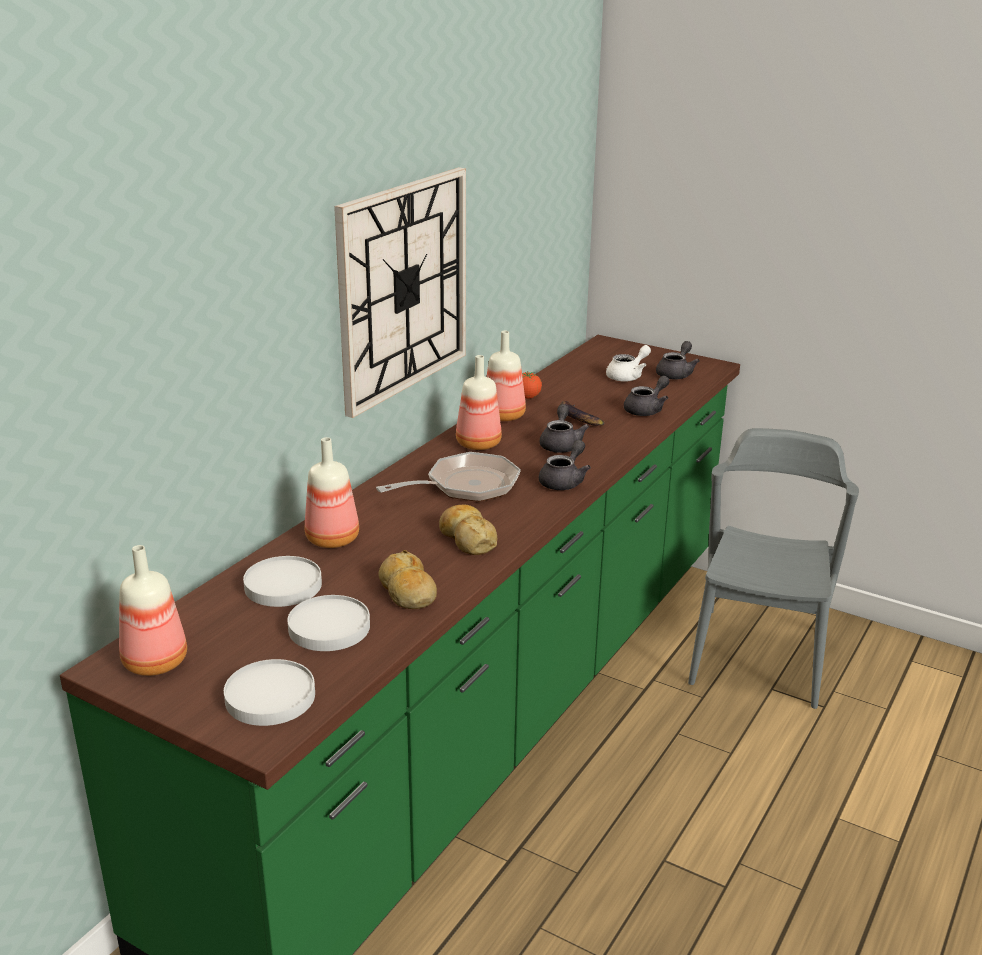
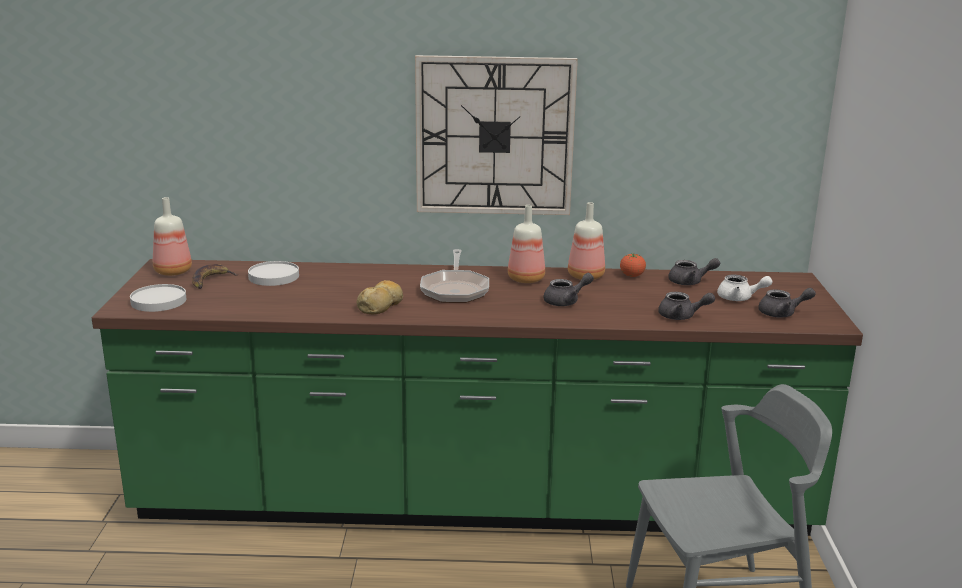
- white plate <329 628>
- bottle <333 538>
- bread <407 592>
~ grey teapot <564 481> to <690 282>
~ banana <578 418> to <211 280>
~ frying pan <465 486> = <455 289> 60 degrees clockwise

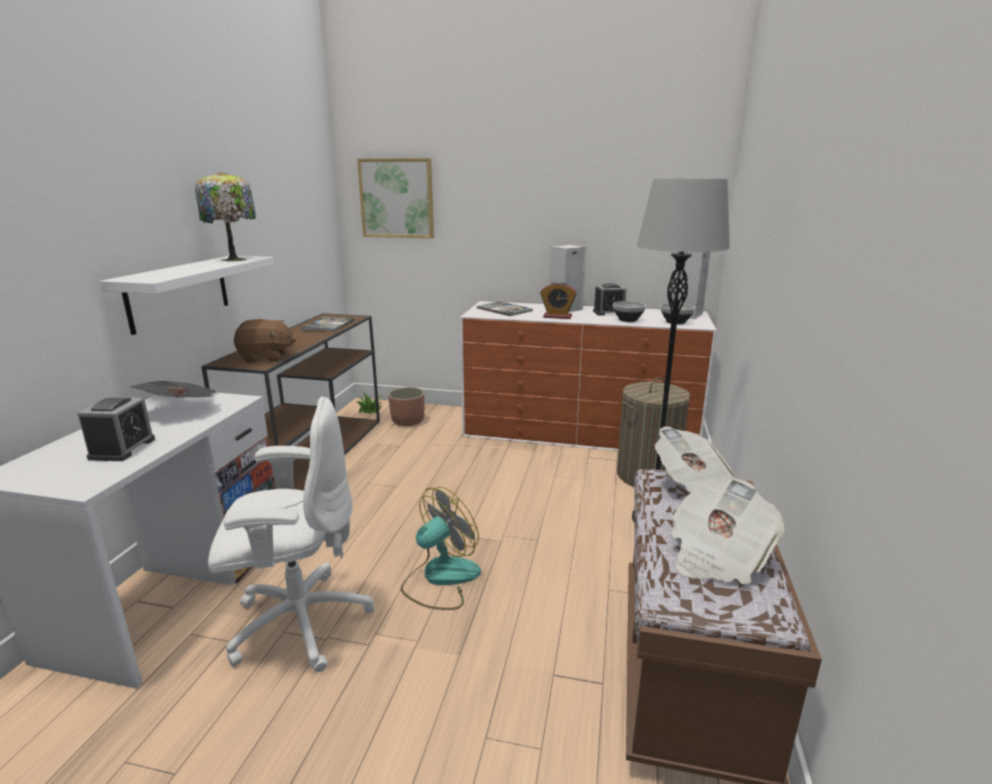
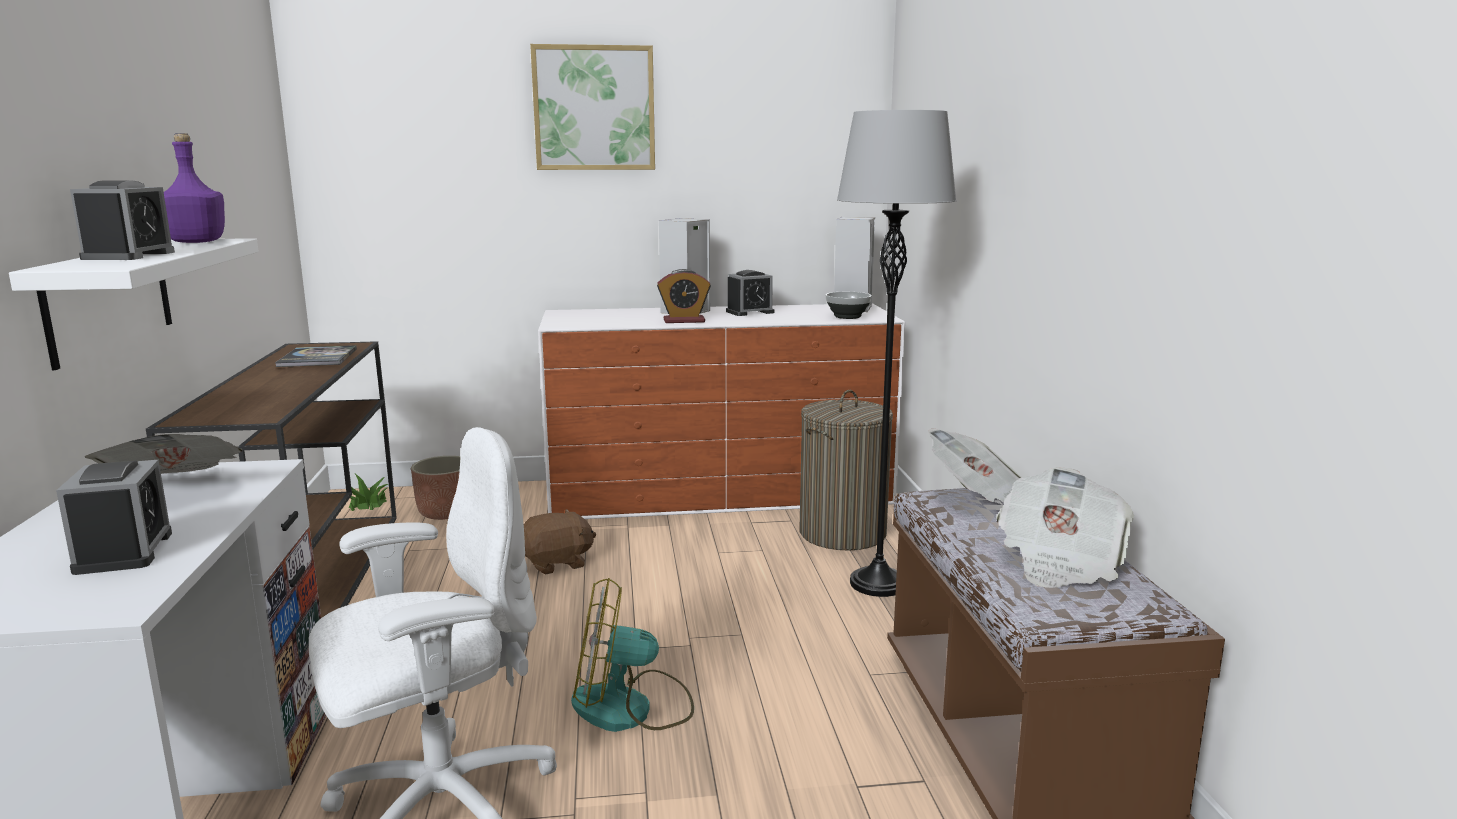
- book <504 310>
- bowl <627 320>
+ alarm clock <129 255>
~ brown plush toy <266 357> to <557 563>
~ picture <397 198> to <594 108>
~ table lamp <235 259> to purple bottle <197 242>
~ fan <440 578> = <631 708> 120 degrees counterclockwise

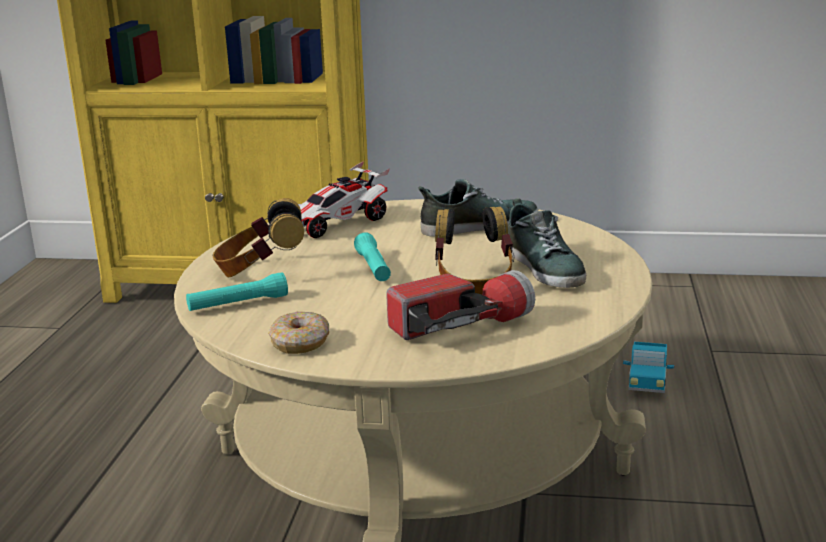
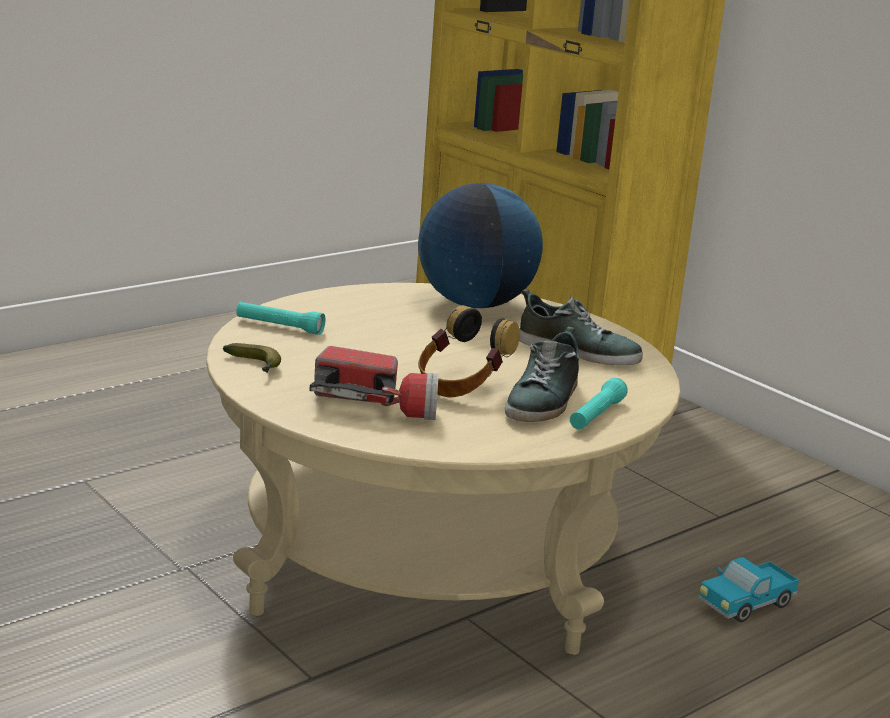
- headphones <260 271>
~ turquoise flashlight <373 268> to <596 415>
~ donut <300 343> to banana <256 366>
~ toy car <336 224> to globe <475 304>

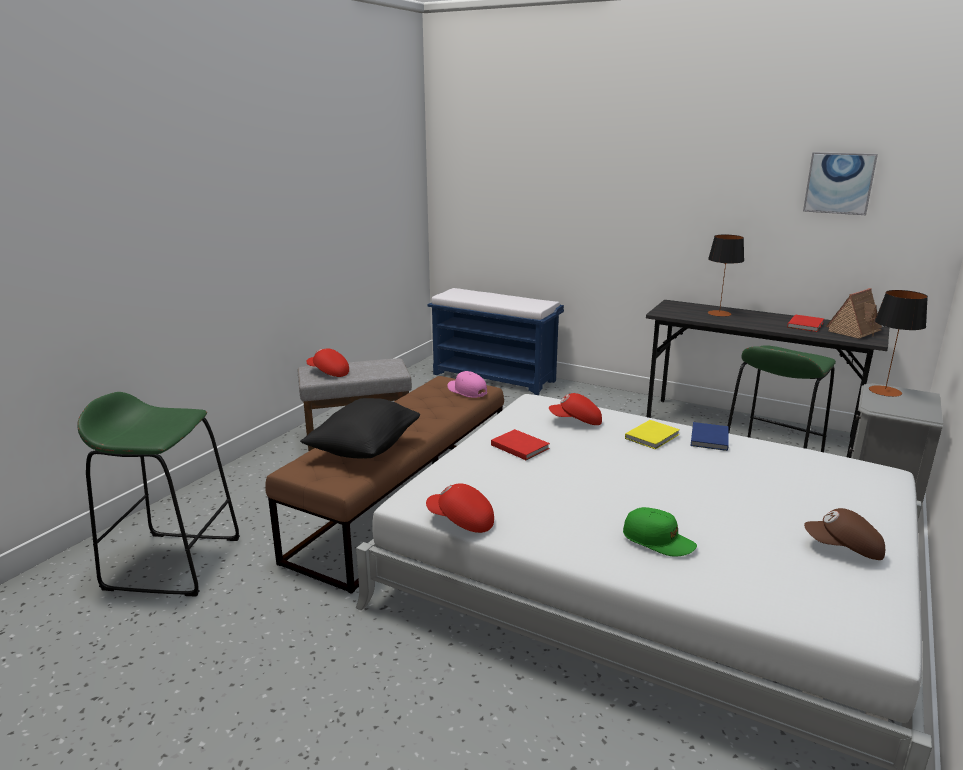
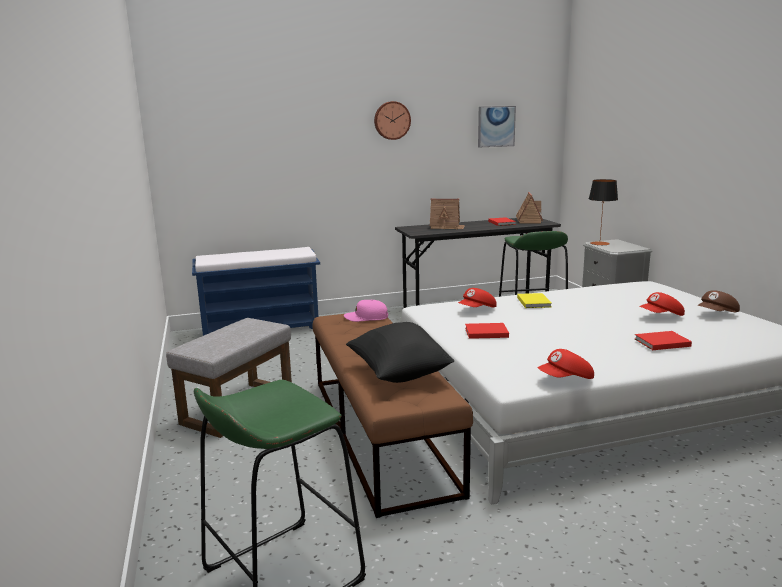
- blue book <708 439>
+ wall clock <392 120>
~ red cap <328 372> to <661 316>
~ green cap <658 540> to red book <660 342>
~ table lamp <719 313> to toy house <447 227>

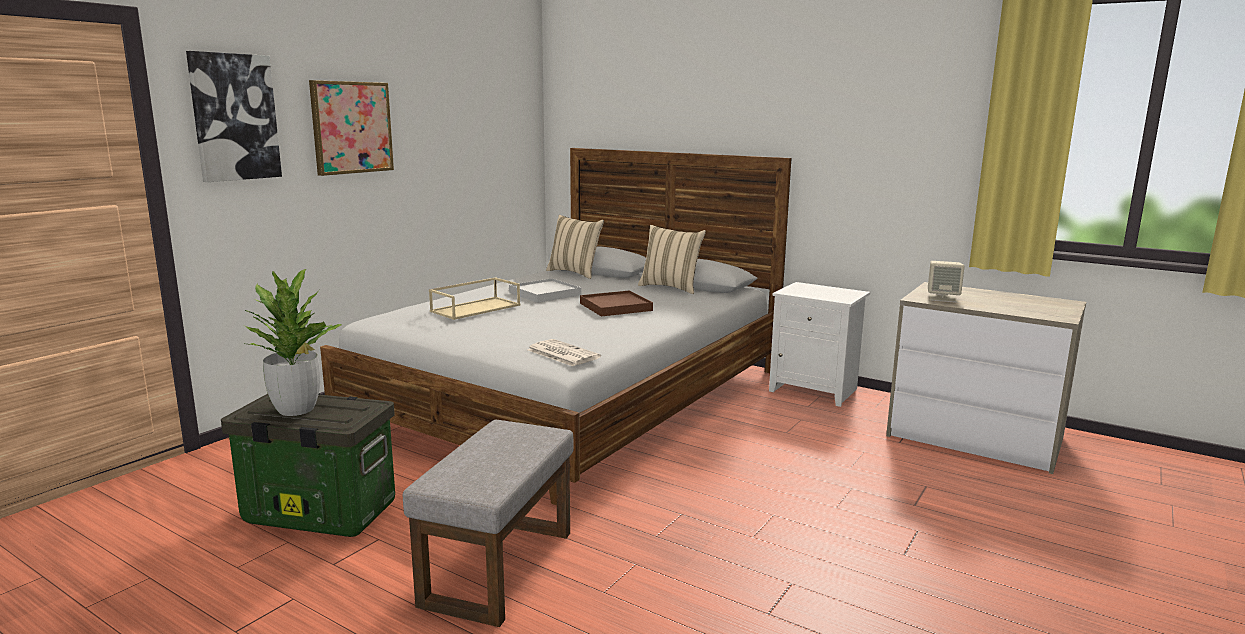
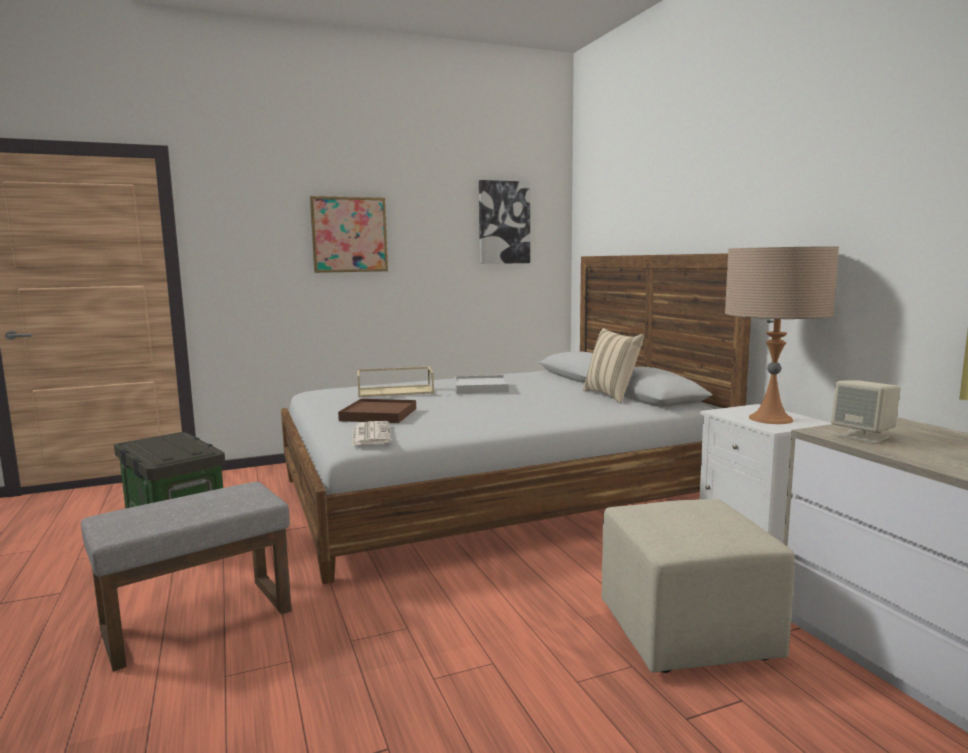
- potted plant <296 409>
- beige pillow <575 273>
+ beige ottoman <688 634>
+ beige table lamp <770 419>
~ picture <234 117> to <504 222>
~ brown tray <615 307> to <378 415>

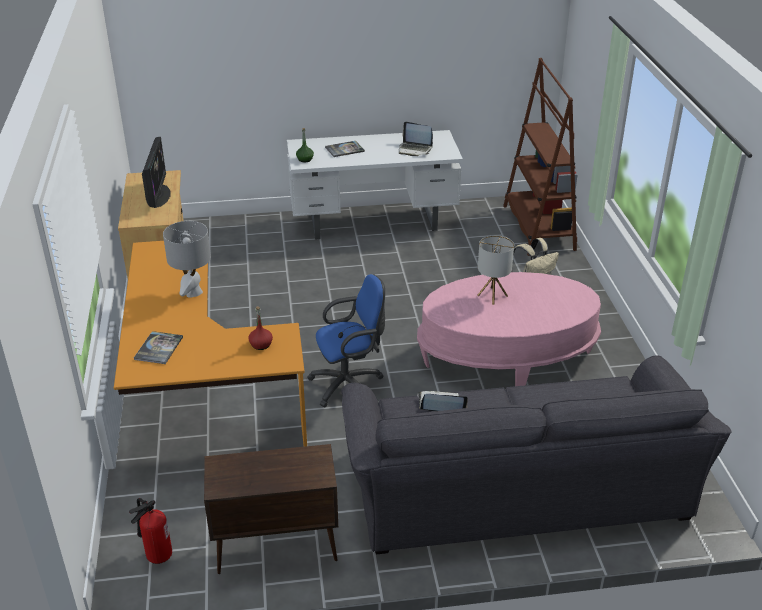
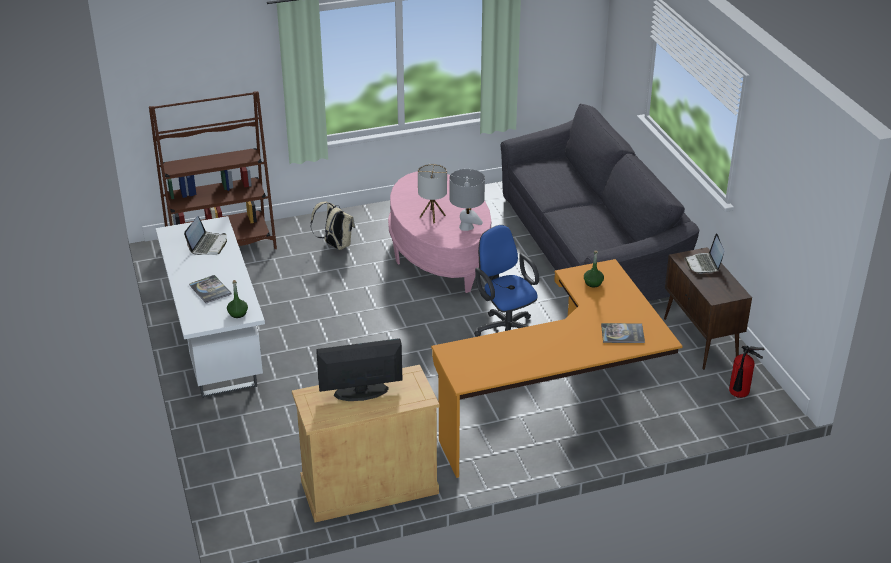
~ grey table lamp <193 292> to <466 227>
~ laptop <441 406> to <703 264>
~ red bottle <261 344> to green bottle <593 283>

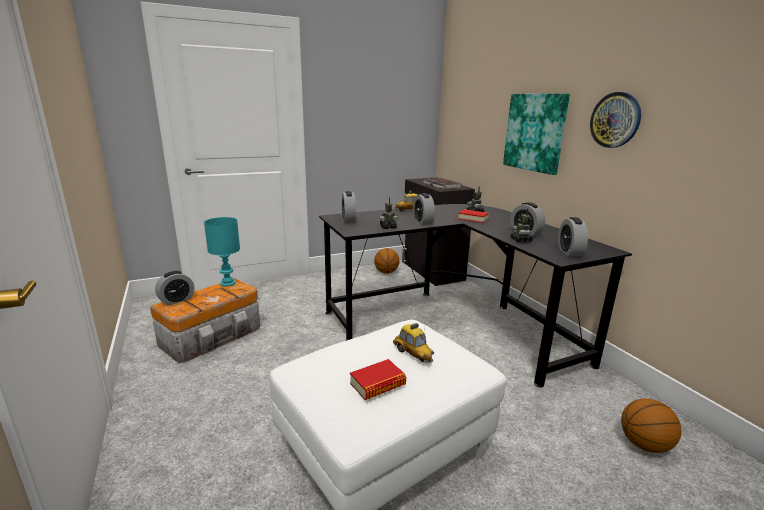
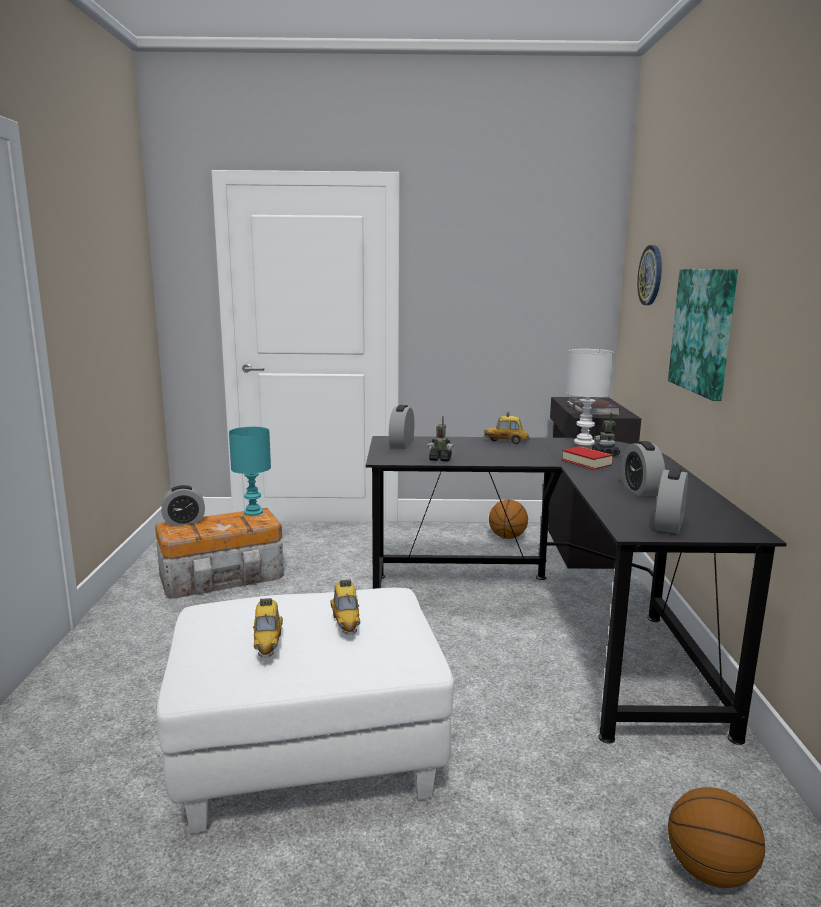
- alarm clock <423 222>
- toy robot <521 240>
+ white table lamp <583 442>
~ wall clock <615 120> to <651 275>
~ book <377 384> to toy car <268 644>

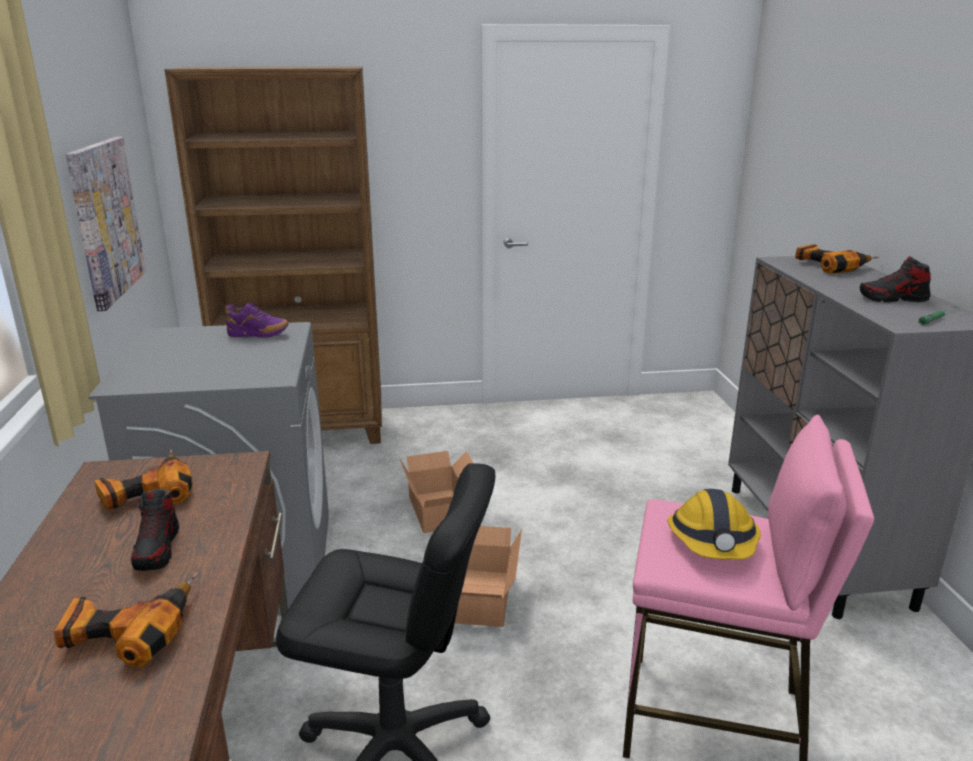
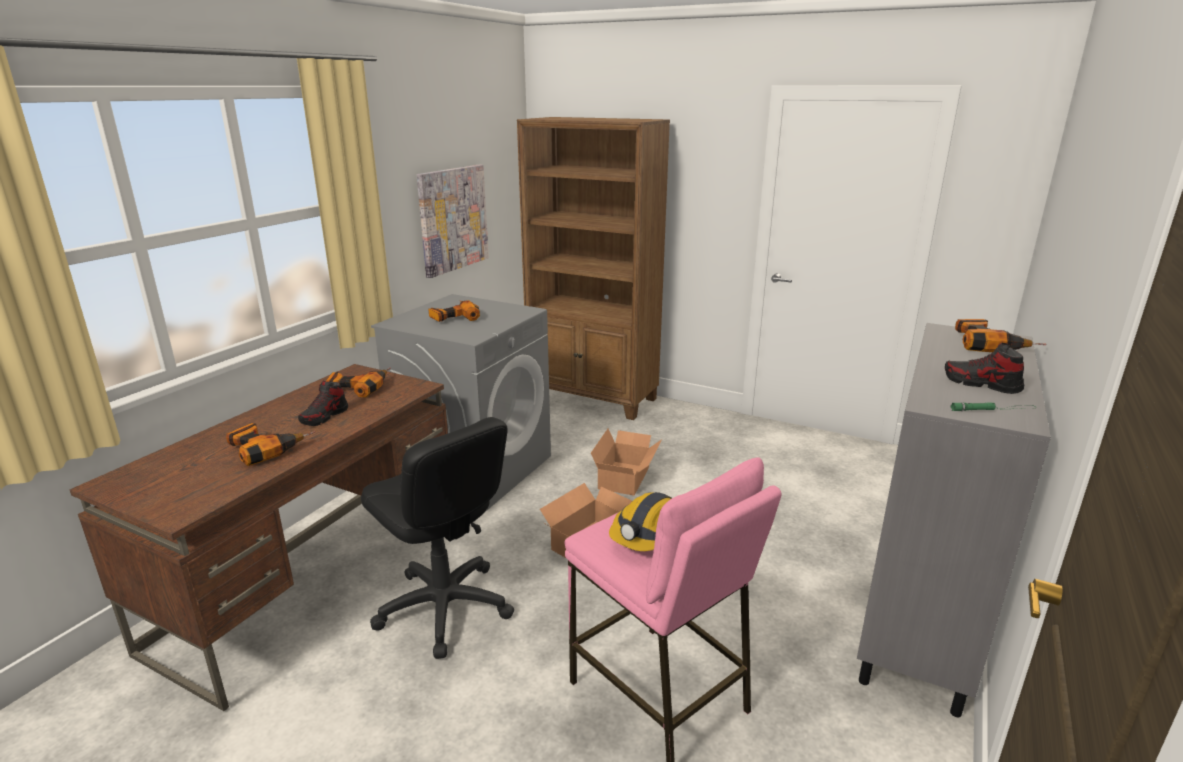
- purple shoe <258 335>
+ power drill <453 317>

